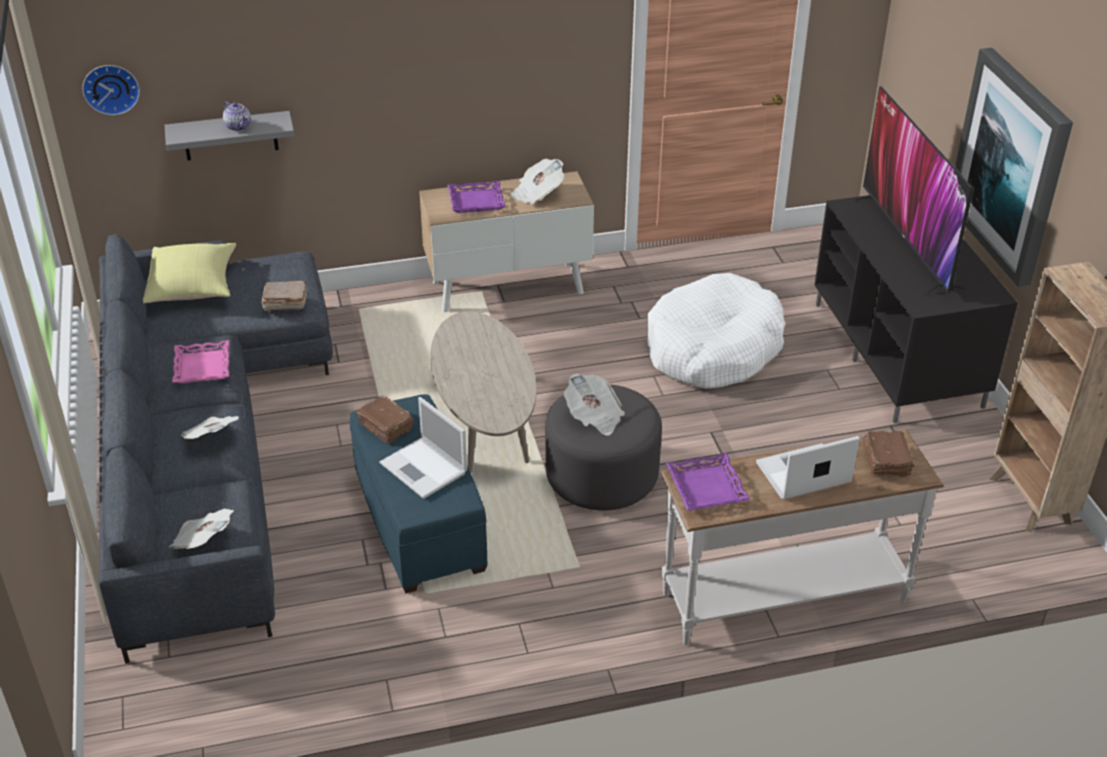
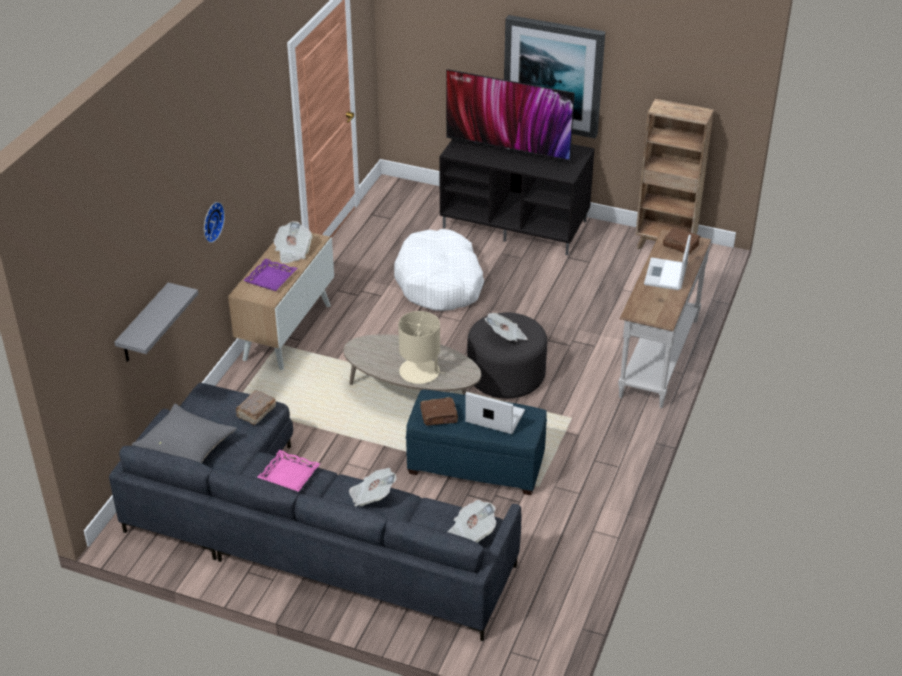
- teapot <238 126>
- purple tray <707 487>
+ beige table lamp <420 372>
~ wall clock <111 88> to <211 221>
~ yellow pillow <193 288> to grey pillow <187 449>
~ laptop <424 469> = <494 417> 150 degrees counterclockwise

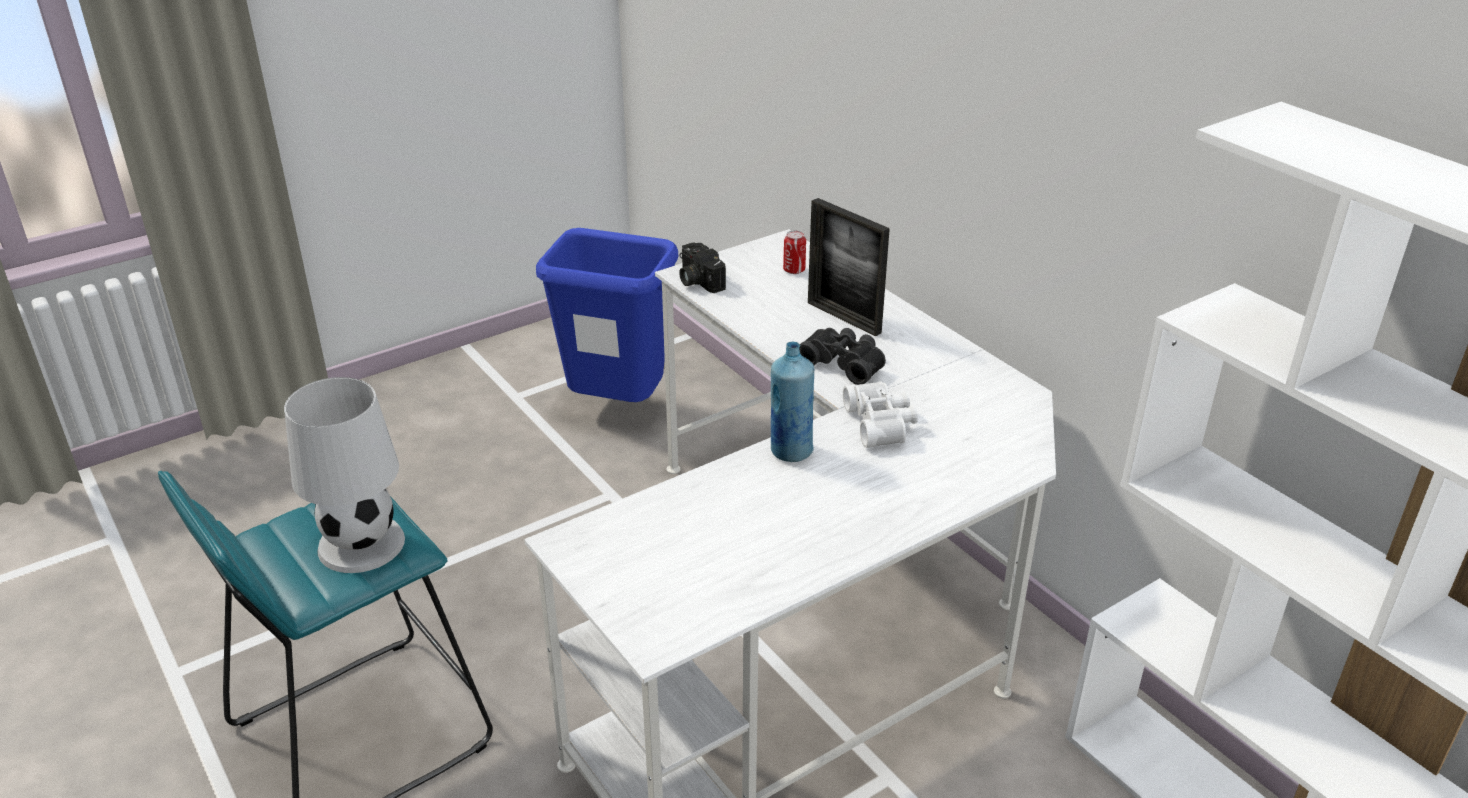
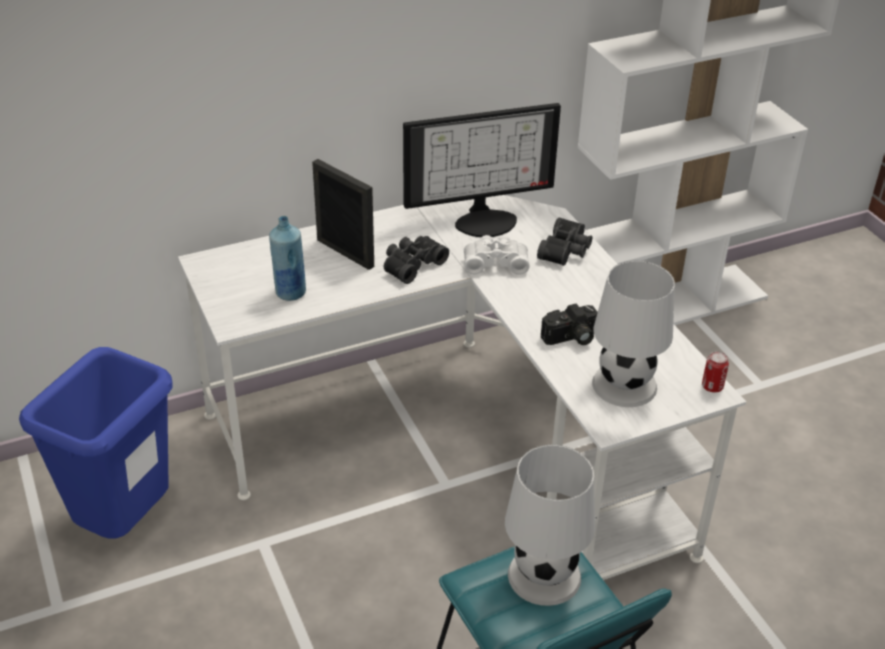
+ monitor <485 219>
+ black binoculars <566 250>
+ white table lamp <625 385>
~ photo camera <697 280> to <571 338>
~ blue bottle <791 451> to <290 293>
~ can <794 270> to <712 387>
~ picture frame <843 317> = <345 253> 105 degrees counterclockwise

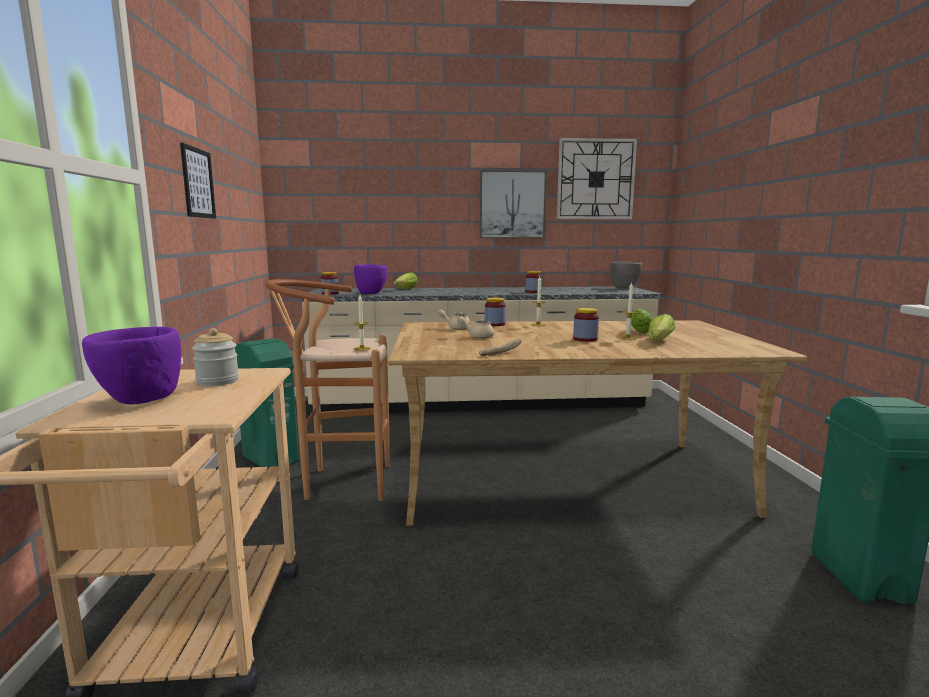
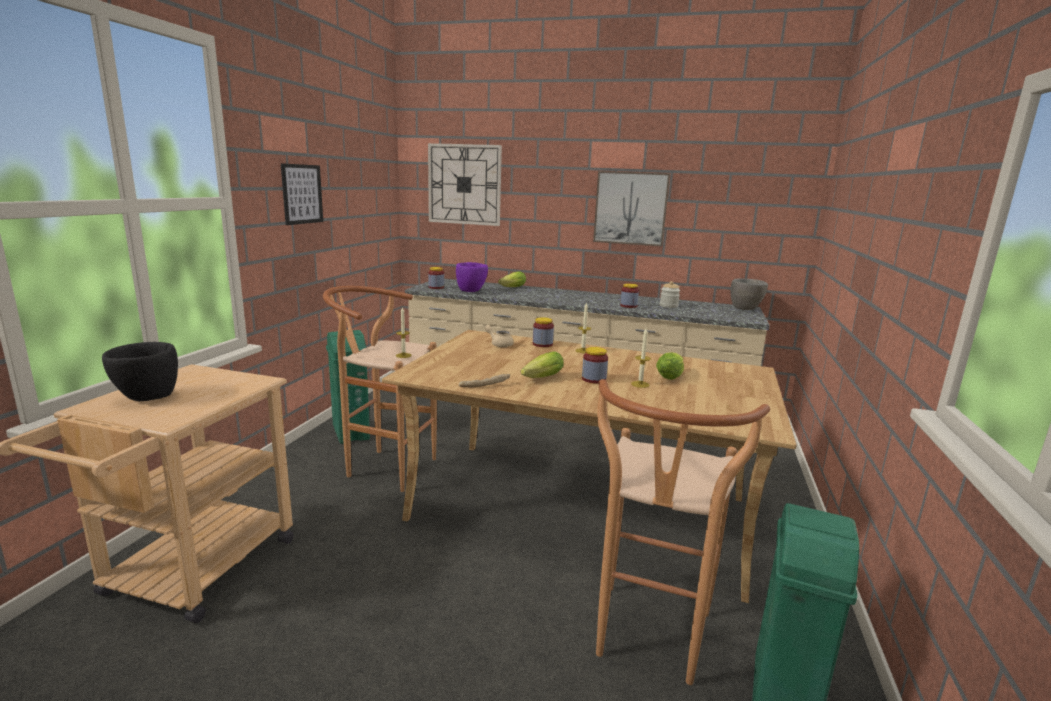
- beige teapot <477 336>
+ brown stool <648 641>
~ jar <217 381> to <668 306>
~ wall clock <595 179> to <464 184>
~ lettuce <658 341> to <540 378>
~ purple bowl <140 401> to black bowl <147 398>

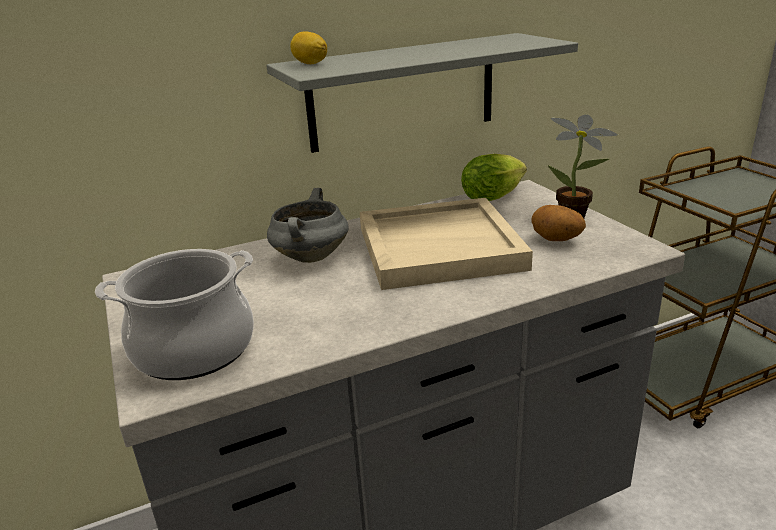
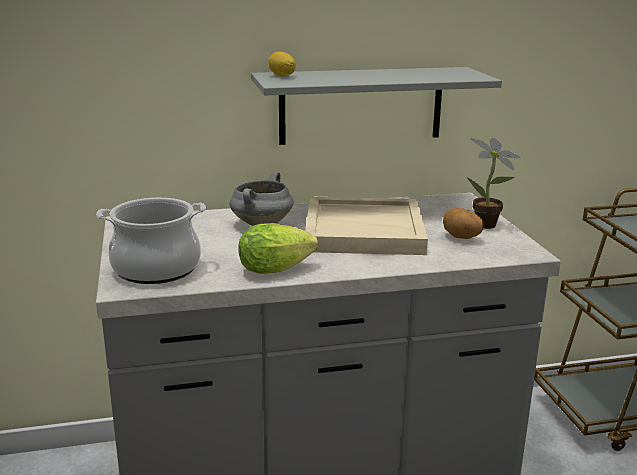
~ lettuce <495 196> to <279 269>

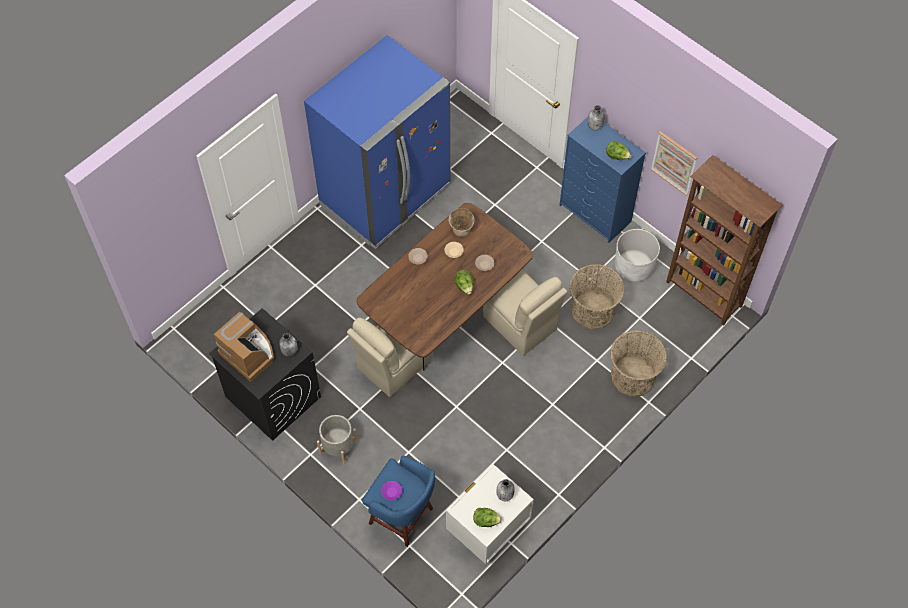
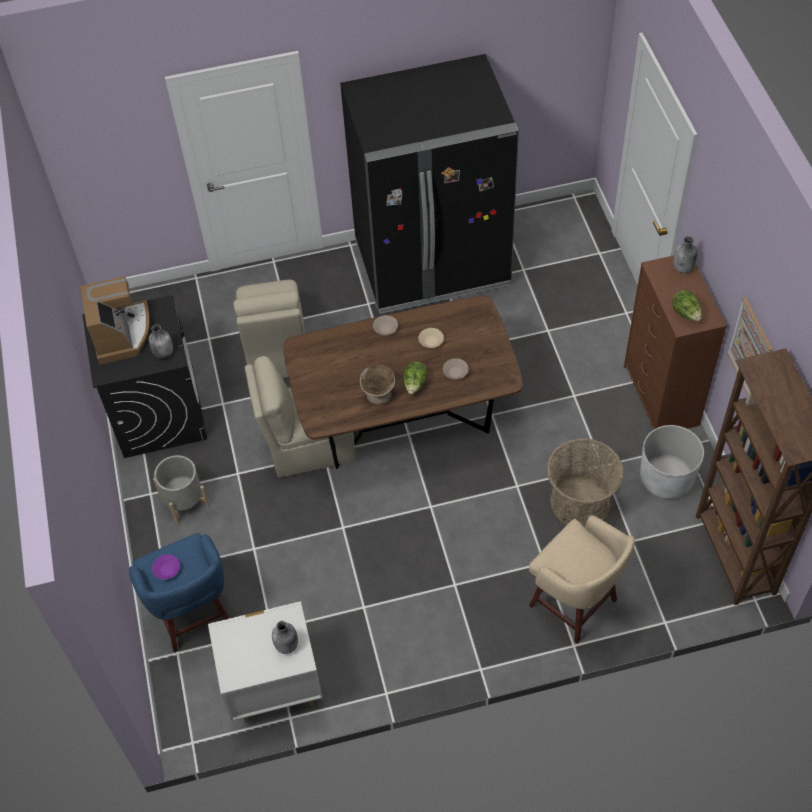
- lettuce <486 521>
~ beige bowl <461 229> to <378 394>
~ beige chair <521 324> to <276 351>
~ basket <633 376> to beige stool <575 605>
~ blue fridge <385 195> to black fridge <432 265>
~ blue dresser <595 214> to brown dresser <661 396>

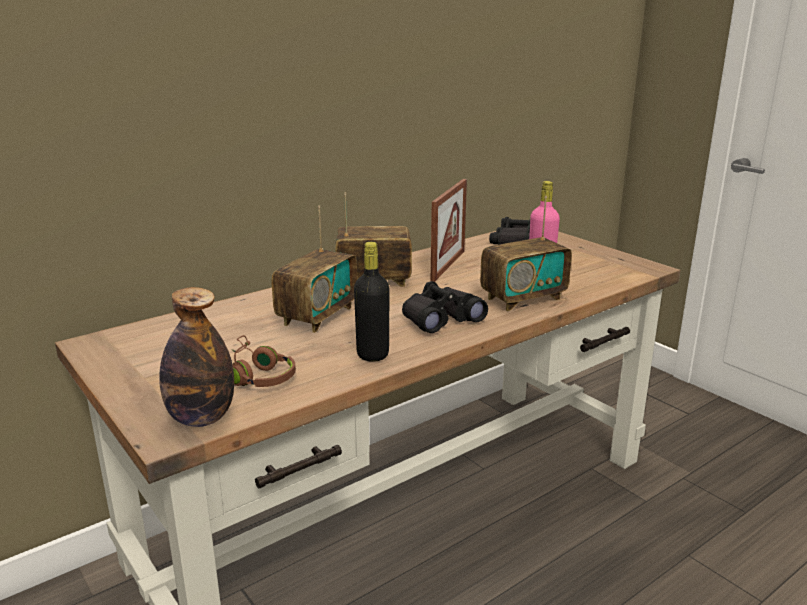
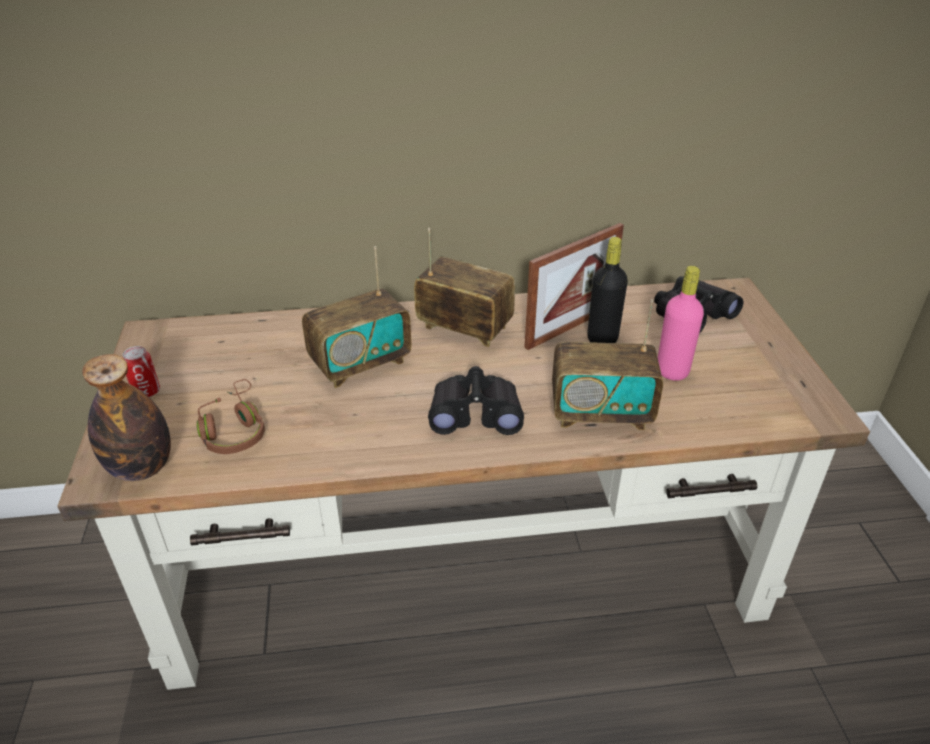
+ can <146 391>
~ black bottle <372 354> to <602 339>

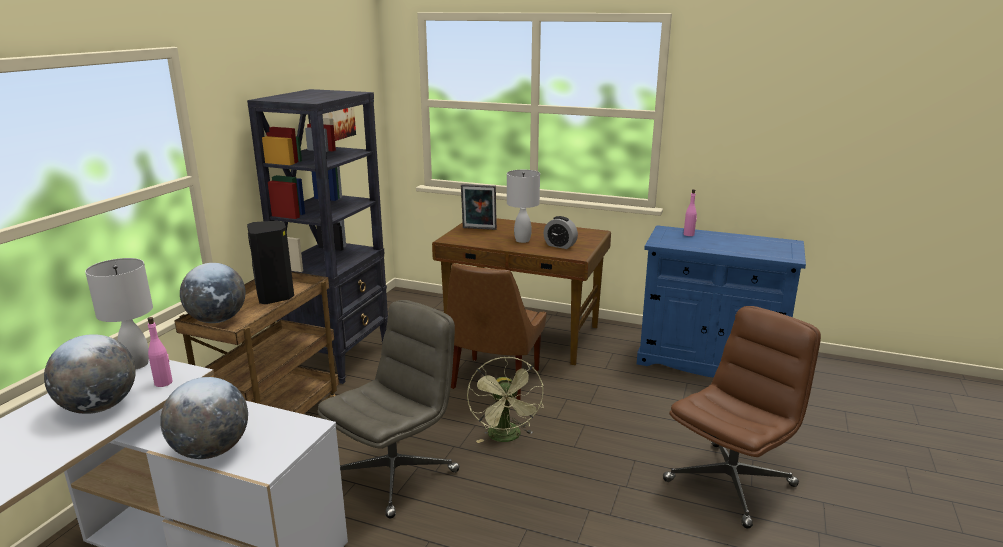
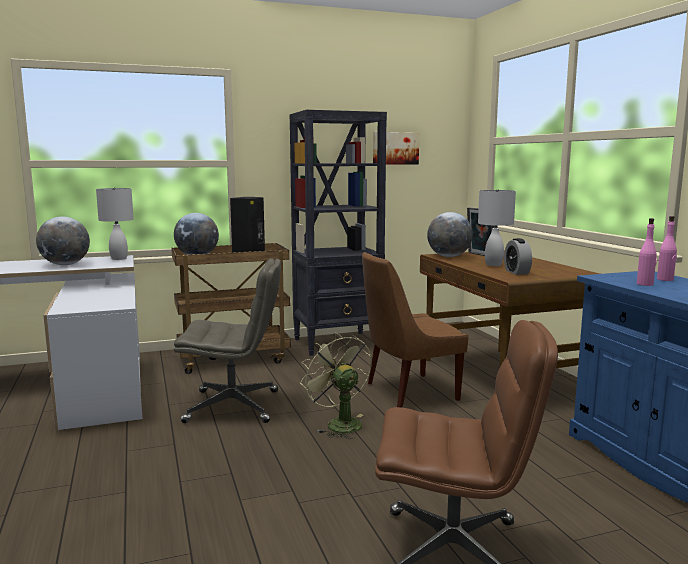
~ pink bottle <164 382> to <645 284>
~ globe <211 451> to <448 256>
~ green fan <506 437> = <338 424> 105 degrees clockwise

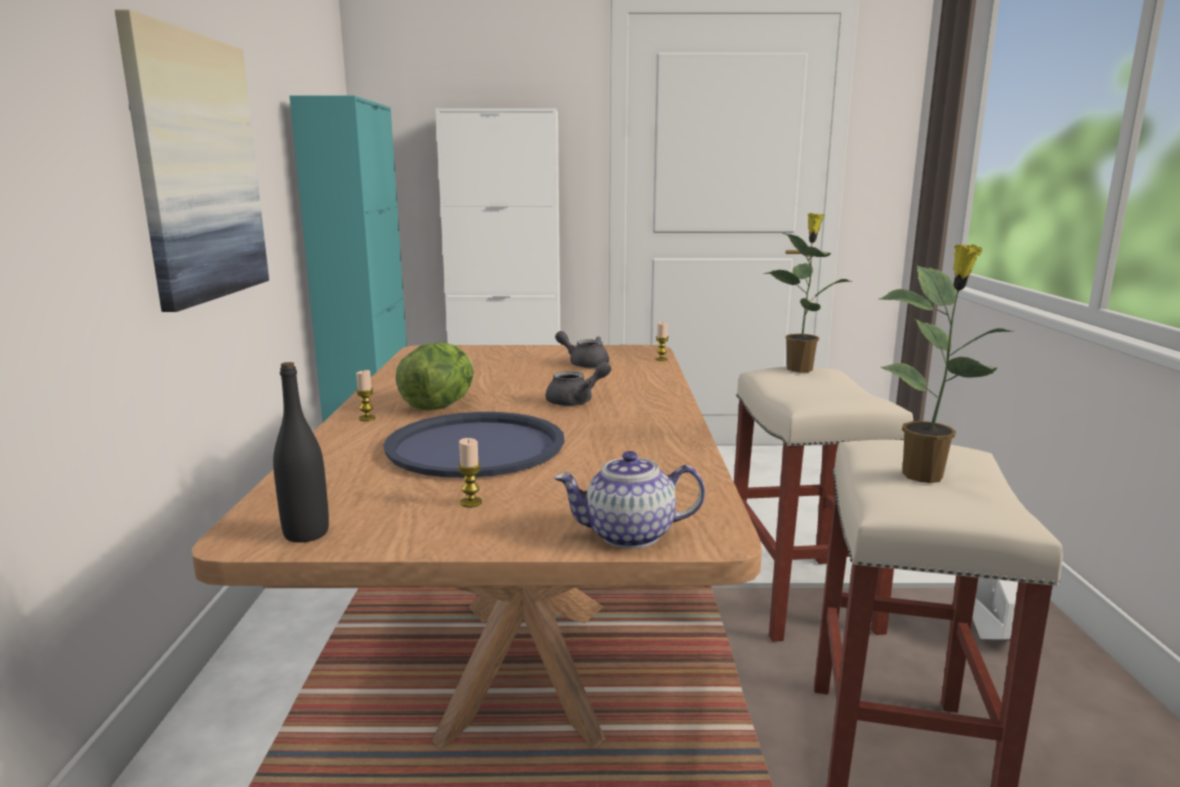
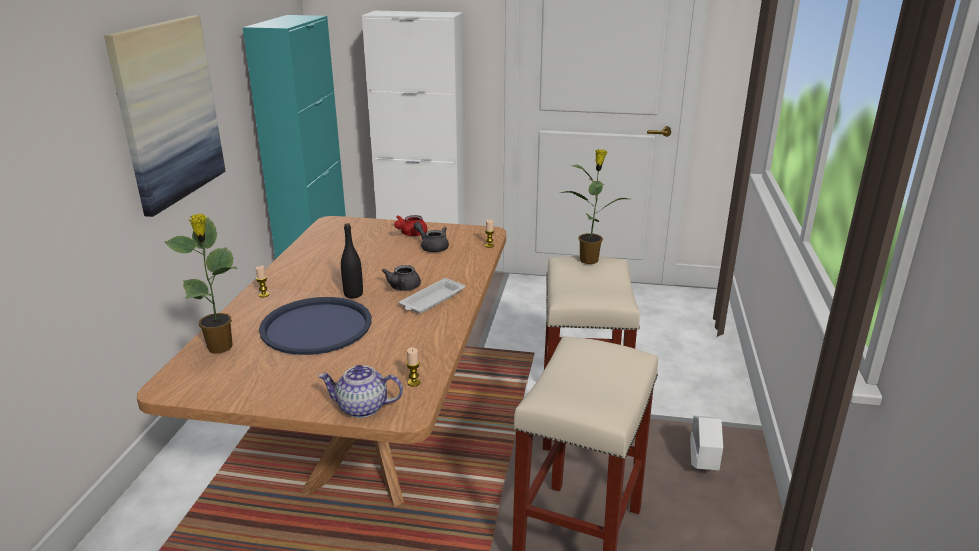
- lettuce <439 406>
+ red teapot <410 234>
+ white tray <431 300>
~ black bottle <306 533> to <353 294>
~ candle <471 502> to <414 382>
~ potted plant <925 476> to <220 348>
~ grey teapot <576 401> = <402 288> 120 degrees clockwise

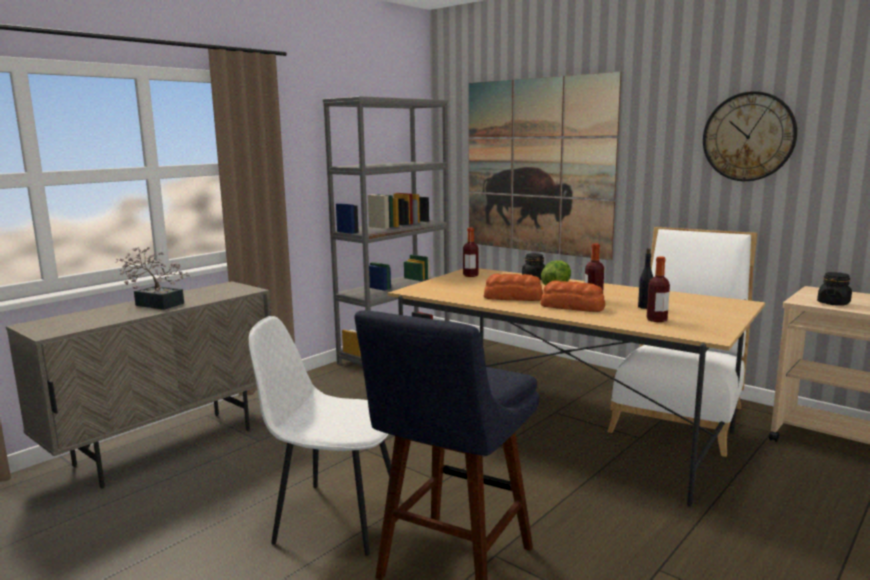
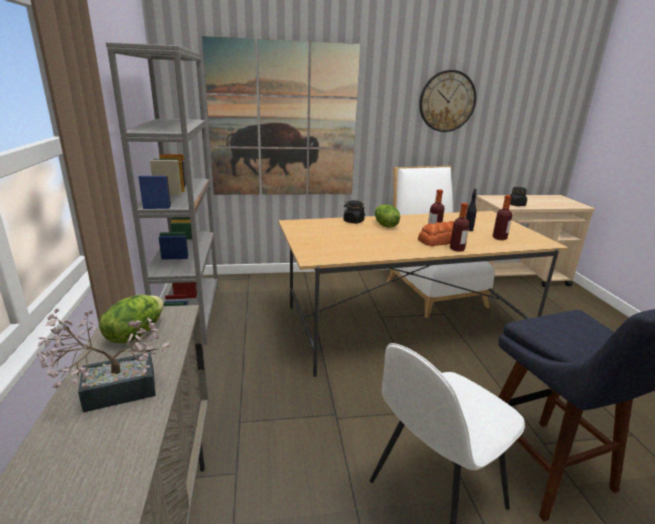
- bread <513 297>
+ lettuce <135 333>
~ bottle <470 275> to <457 249>

